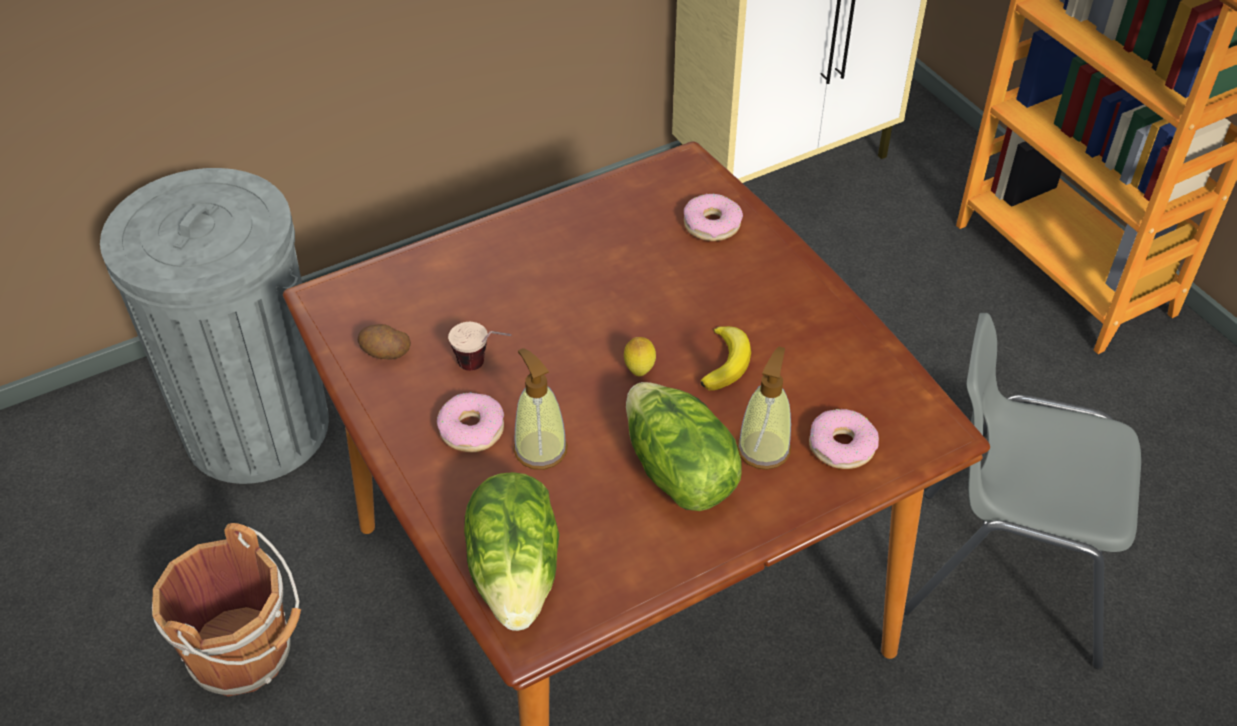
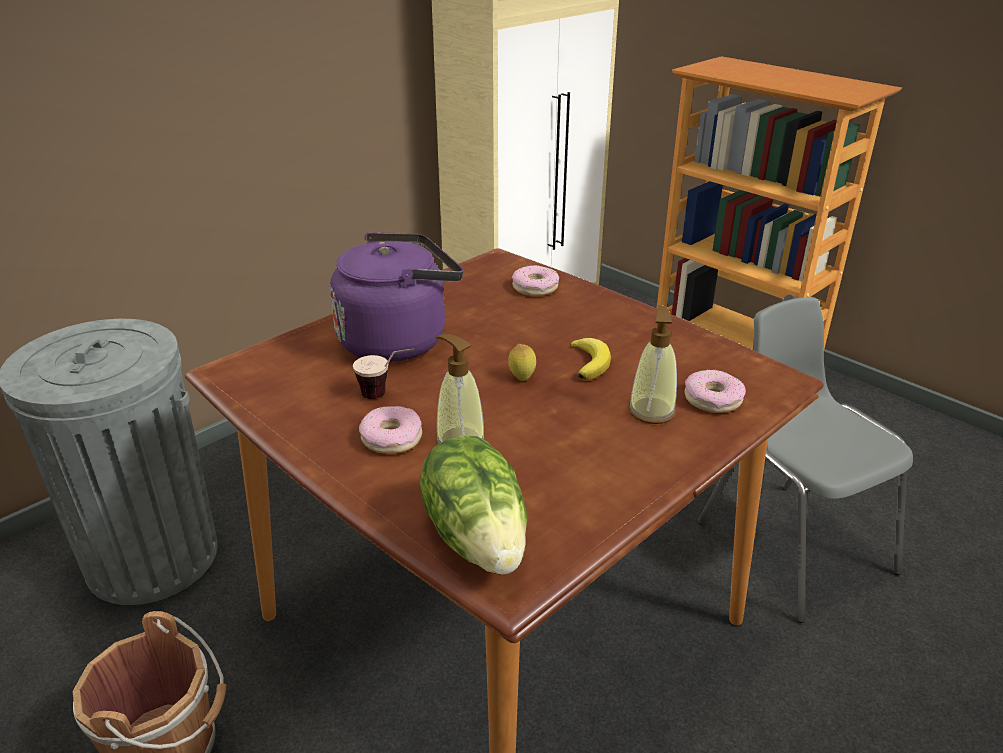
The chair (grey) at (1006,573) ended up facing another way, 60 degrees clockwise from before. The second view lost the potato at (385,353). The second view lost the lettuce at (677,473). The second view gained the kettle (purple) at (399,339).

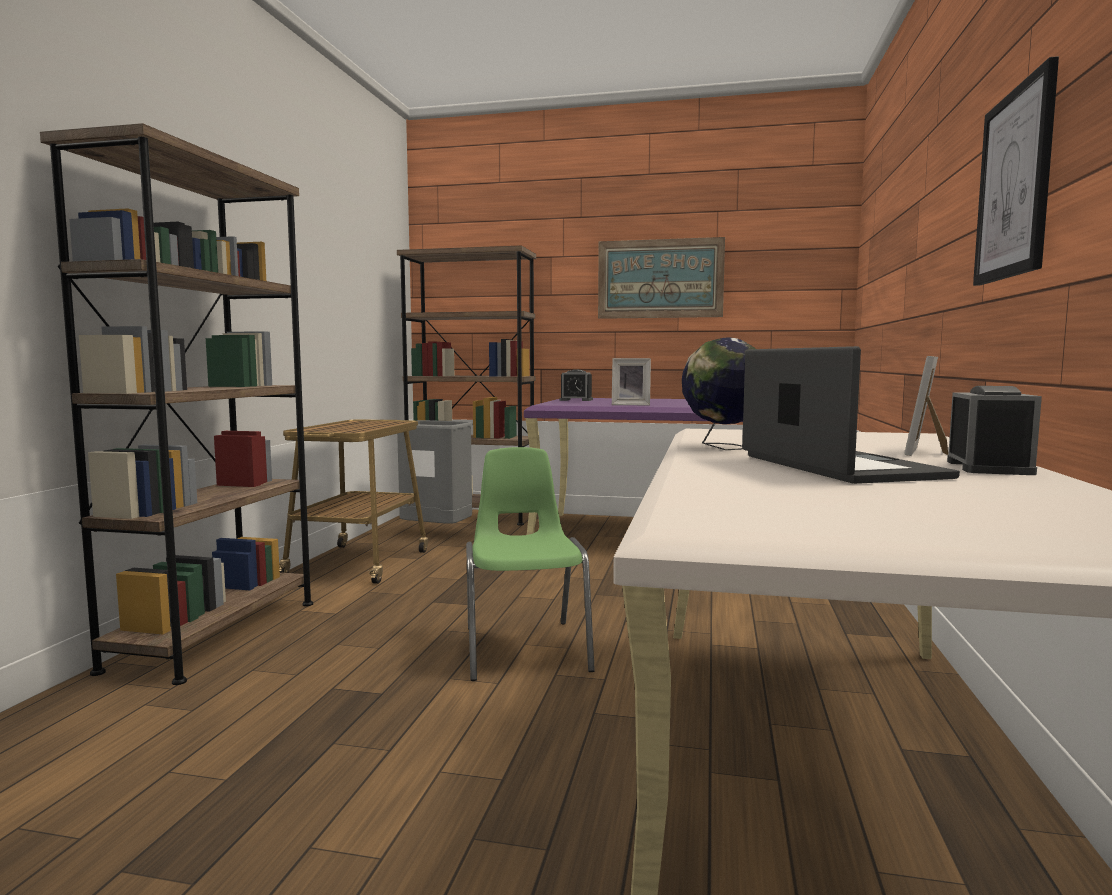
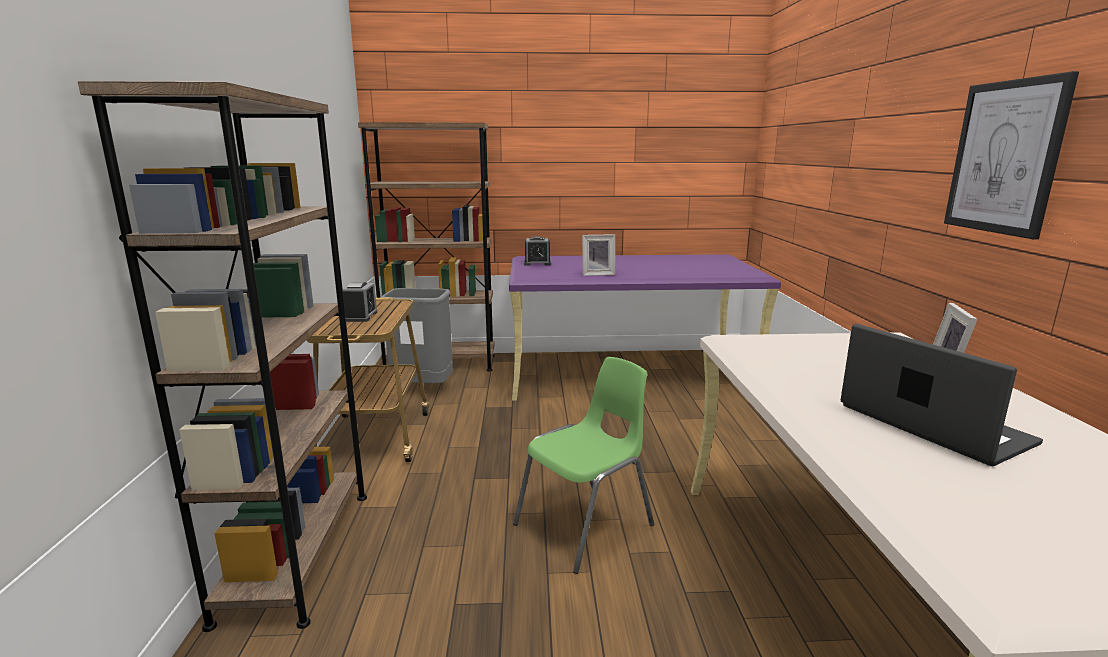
The second view lost the picture at (660,279). The second view lost the globe at (723,448). The alarm clock ended up elsewhere, having gone from (989,467) to (360,316). The chair (green) at (525,648) ended up facing another way, 75 degrees clockwise from before.

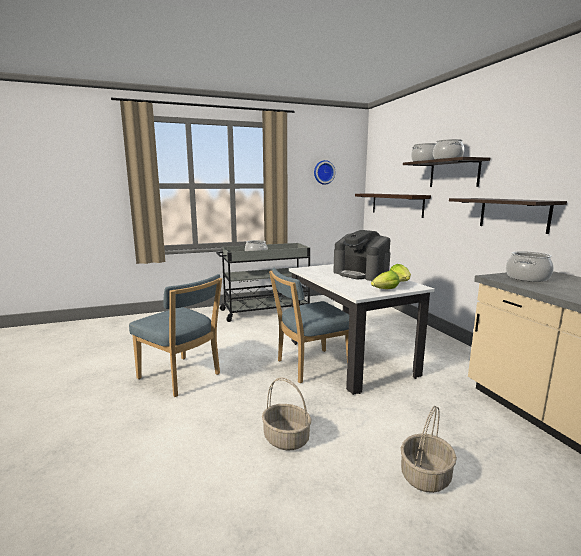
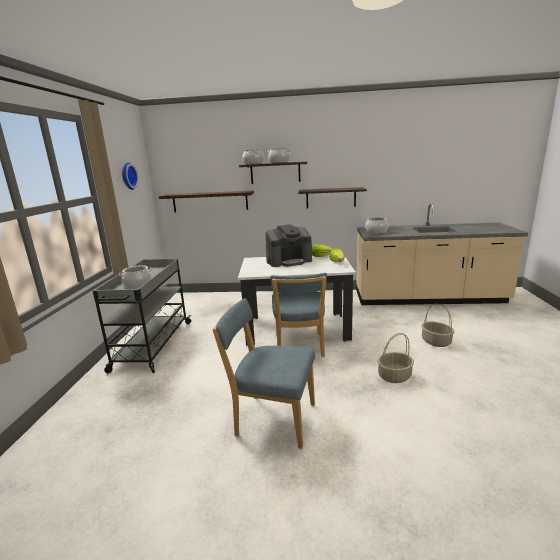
The chair (blue) at (181,377) ended up facing another way, 135 degrees counterclockwise from before.

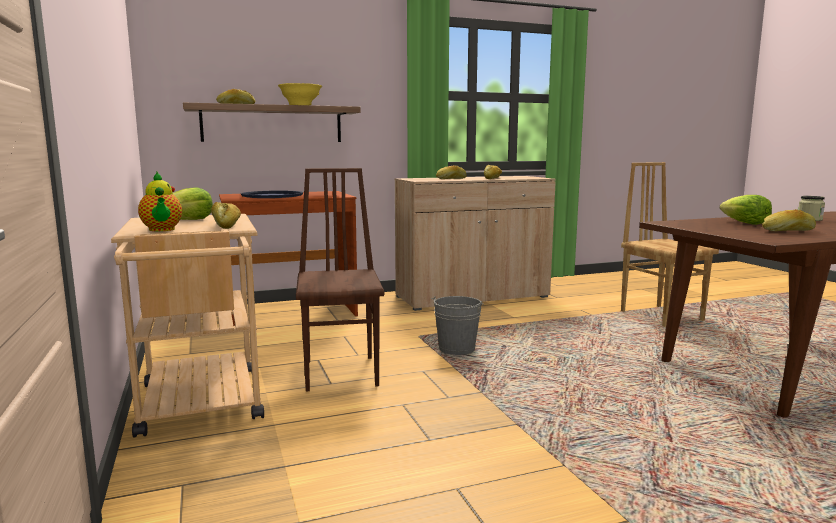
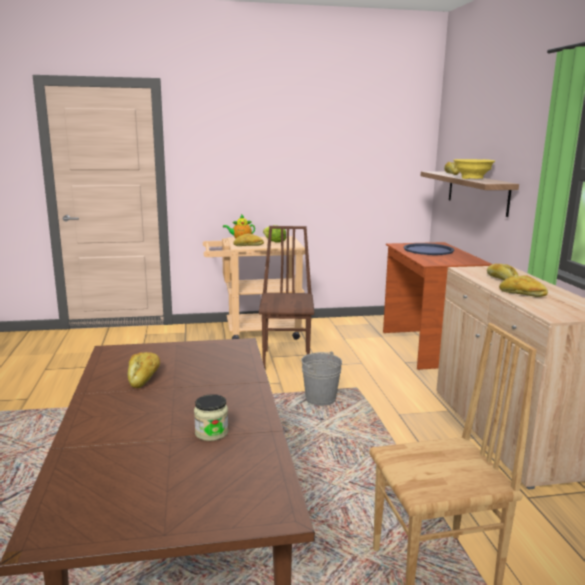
The chair (brown) at (342,372) ended up facing another way, 90 degrees counterclockwise from before. The second view lost the lettuce at (744,223).

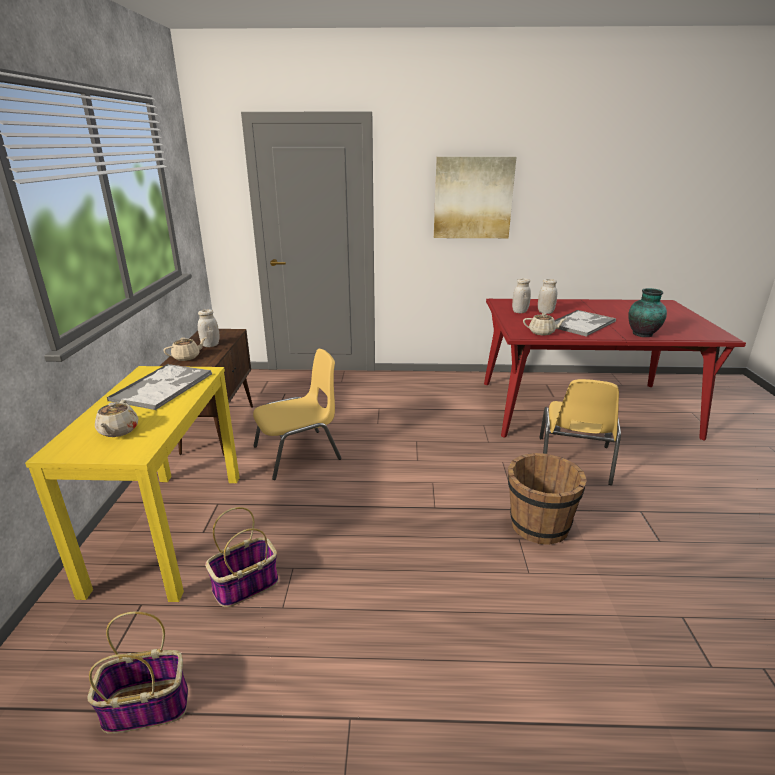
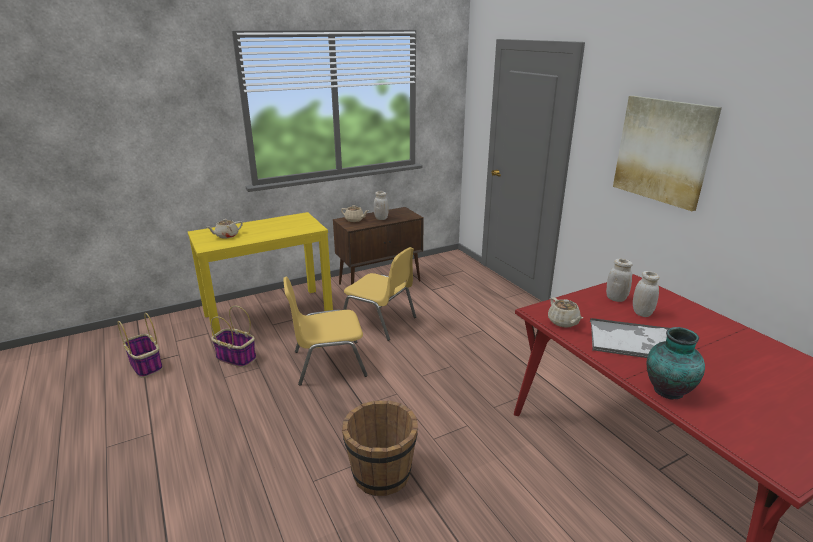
The second view lost the tray at (163,386). The chair (yellow) ended up elsewhere, having gone from (574,461) to (328,363).

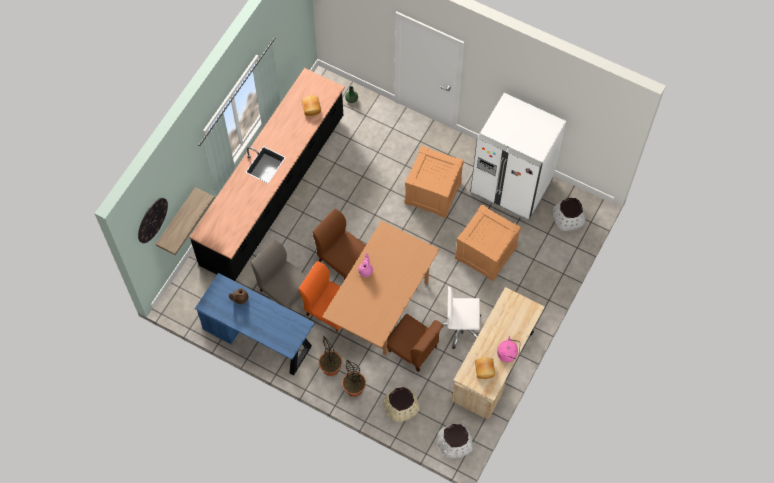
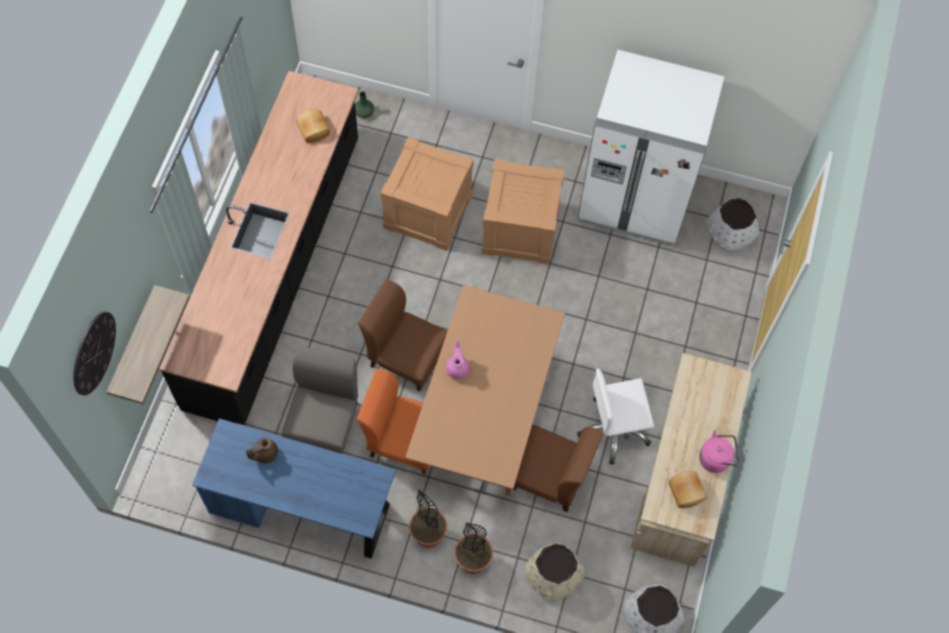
The crate ended up elsewhere, having gone from (486,253) to (428,212). The chair (grey) at (283,289) ended up facing another way, 75 degrees clockwise from before.

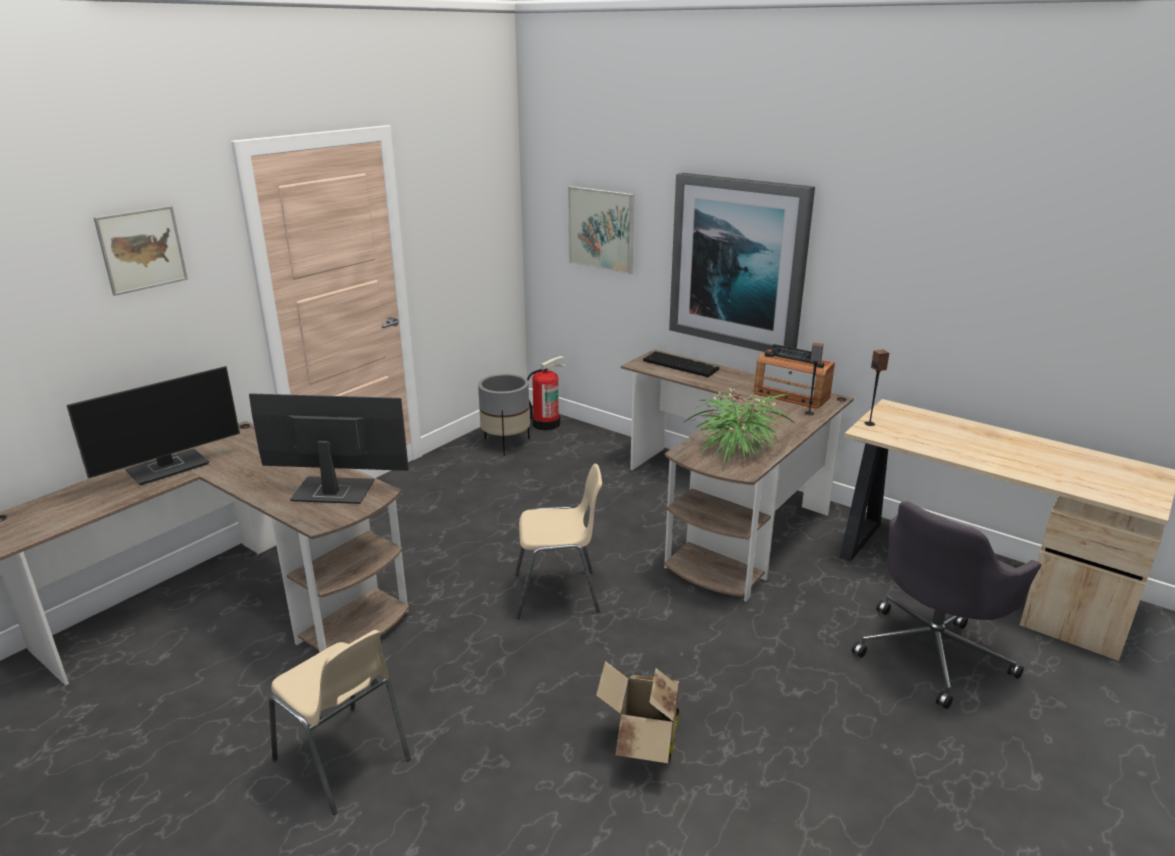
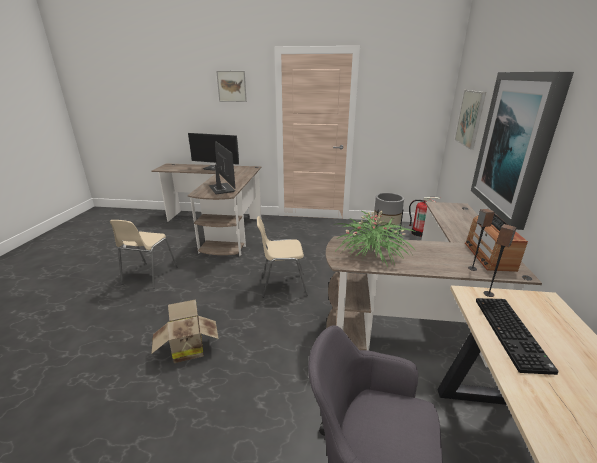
The keyboard ended up elsewhere, having gone from (682,365) to (512,334). The chair (beige) at (558,593) ended up facing another way, 120 degrees clockwise from before.

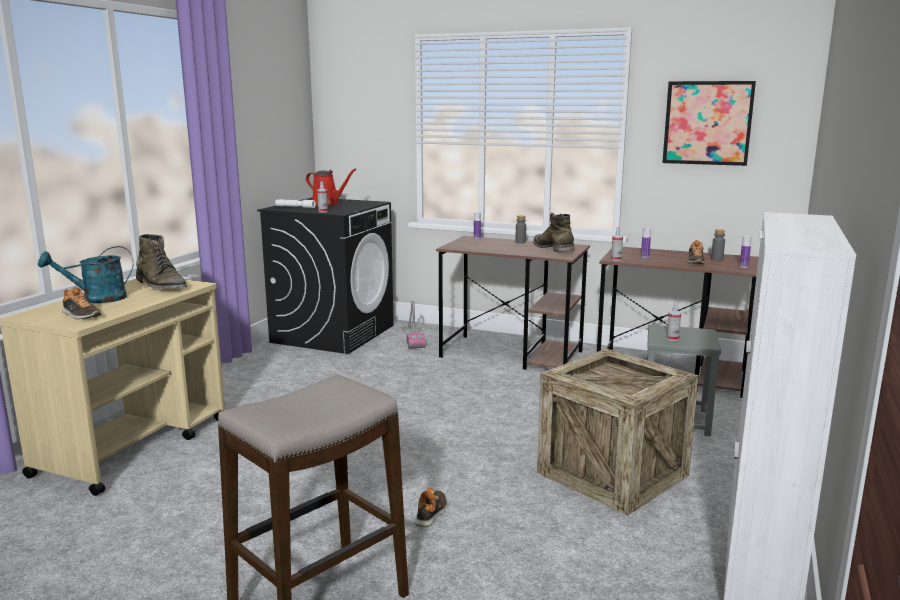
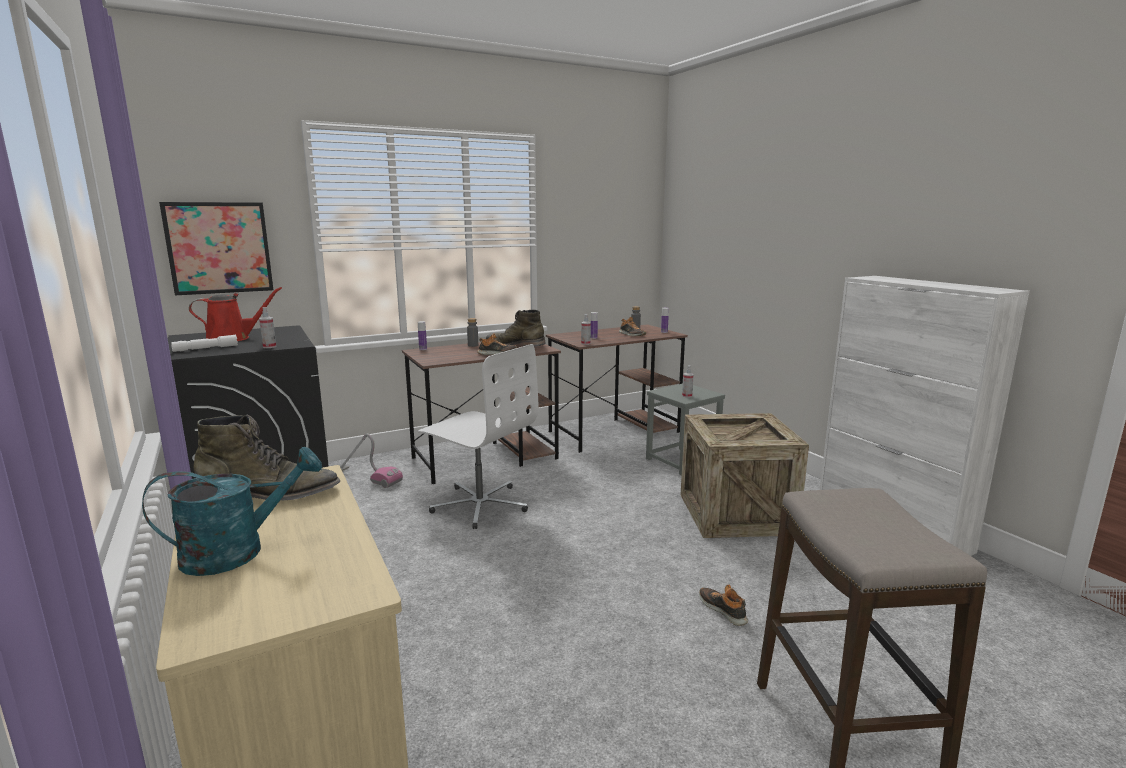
The picture ended up elsewhere, having gone from (707,123) to (219,248). The watering can (turquoise) at (96,299) ended up facing another way, 135 degrees counterclockwise from before. The shoe ended up elsewhere, having gone from (81,315) to (497,353). The second view gained the office chair (white) at (480,505).

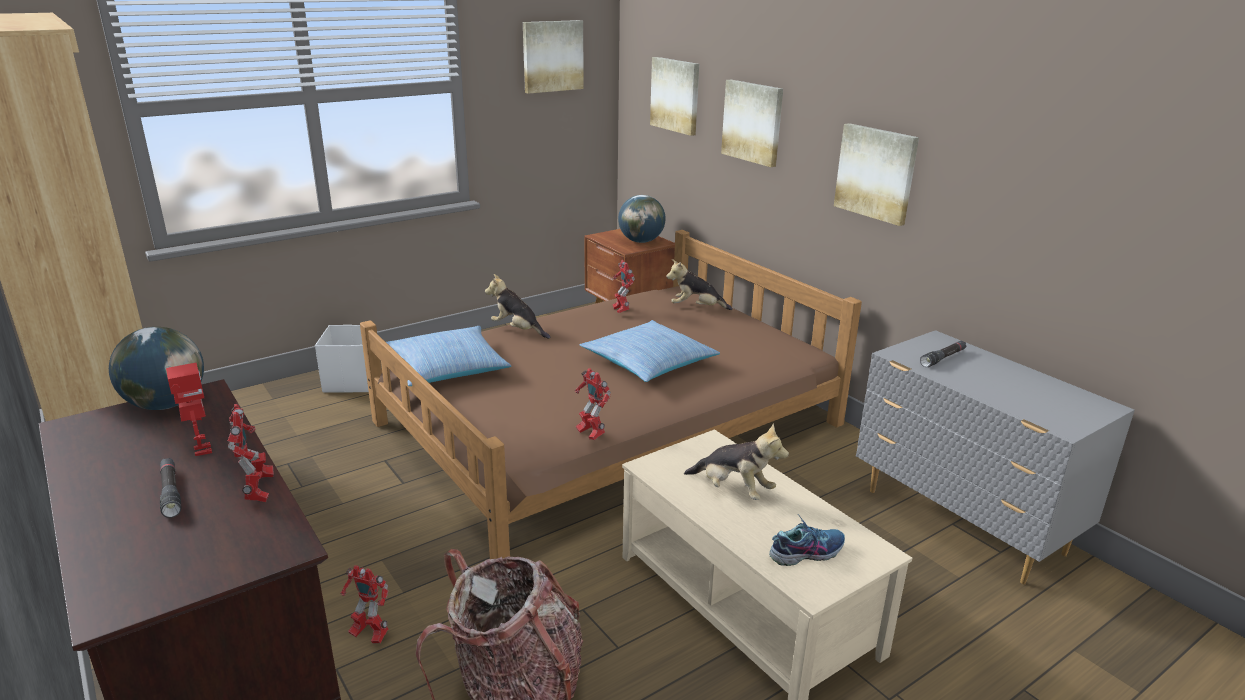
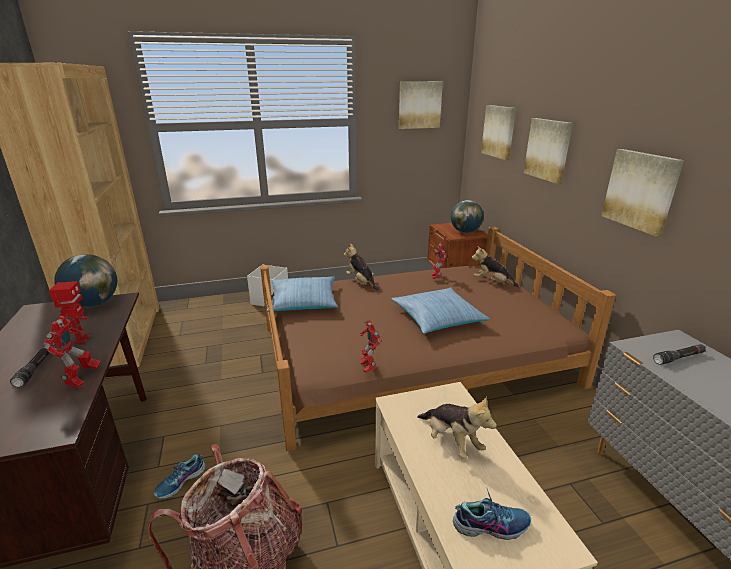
Where the toy robot stood at (368,634), the shoe came to stand at (181,482).

